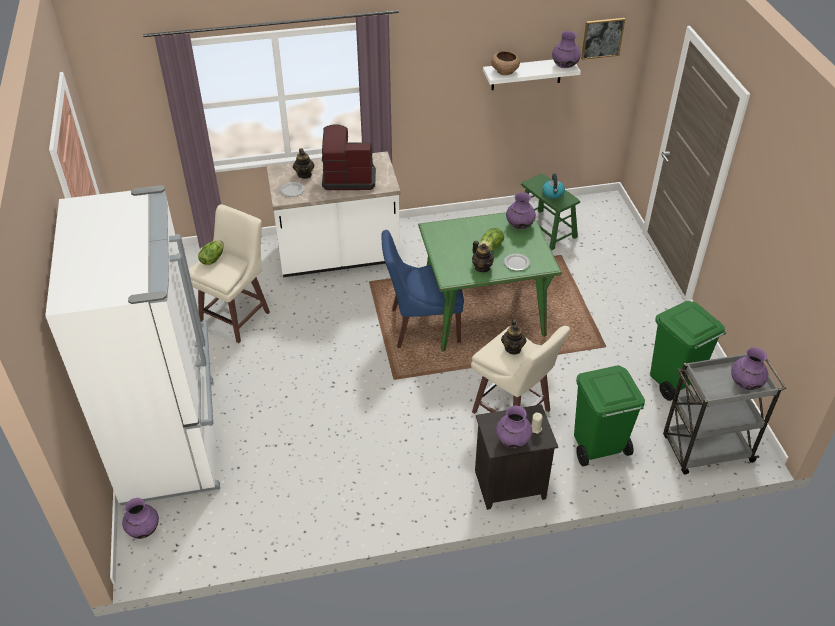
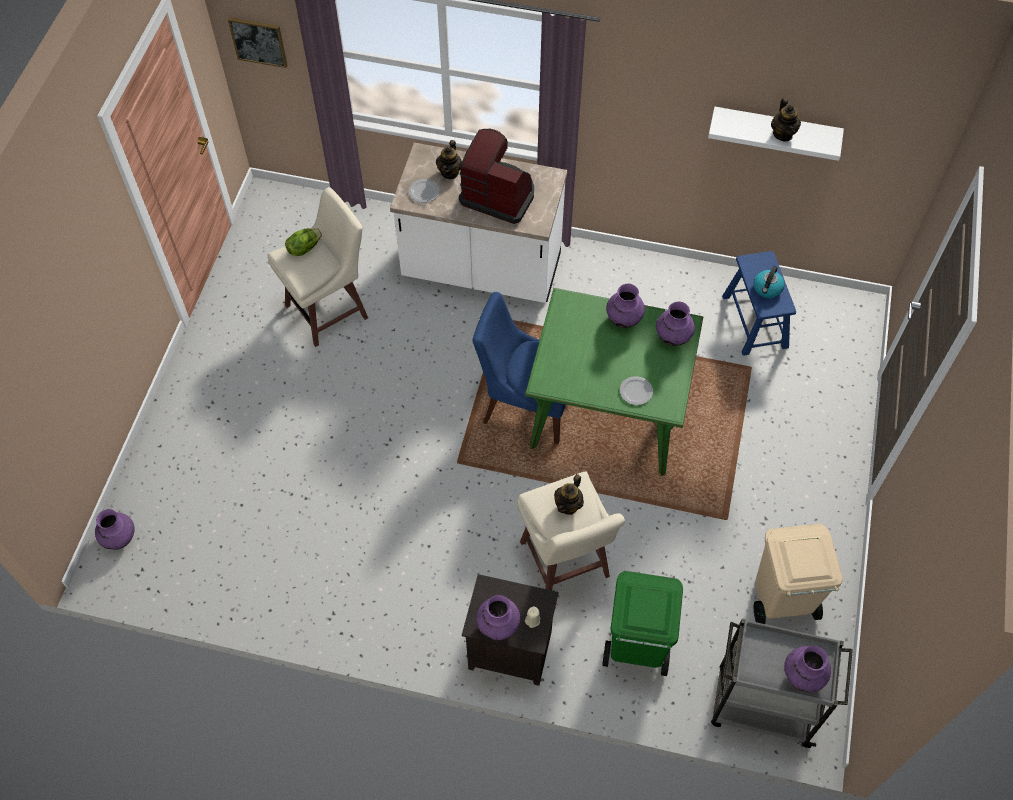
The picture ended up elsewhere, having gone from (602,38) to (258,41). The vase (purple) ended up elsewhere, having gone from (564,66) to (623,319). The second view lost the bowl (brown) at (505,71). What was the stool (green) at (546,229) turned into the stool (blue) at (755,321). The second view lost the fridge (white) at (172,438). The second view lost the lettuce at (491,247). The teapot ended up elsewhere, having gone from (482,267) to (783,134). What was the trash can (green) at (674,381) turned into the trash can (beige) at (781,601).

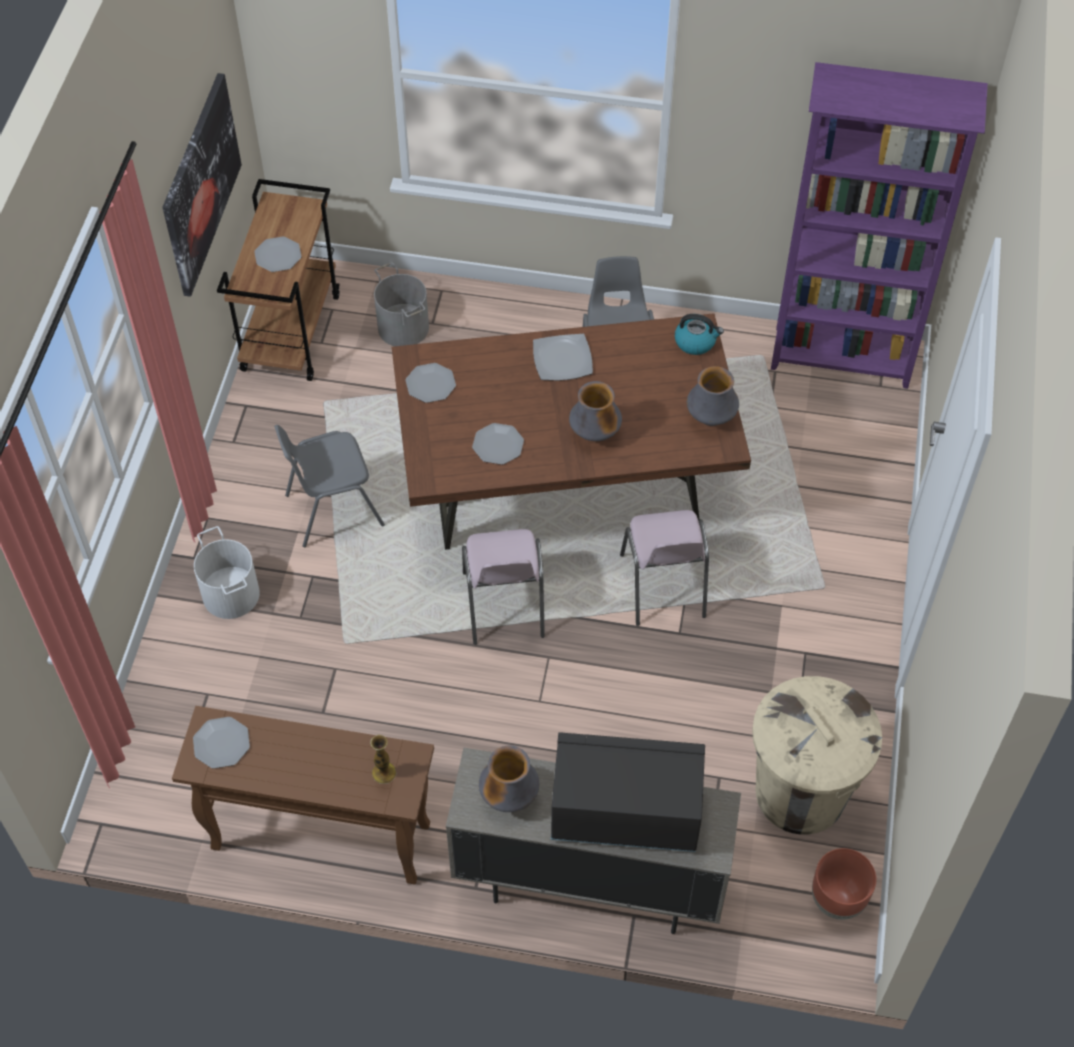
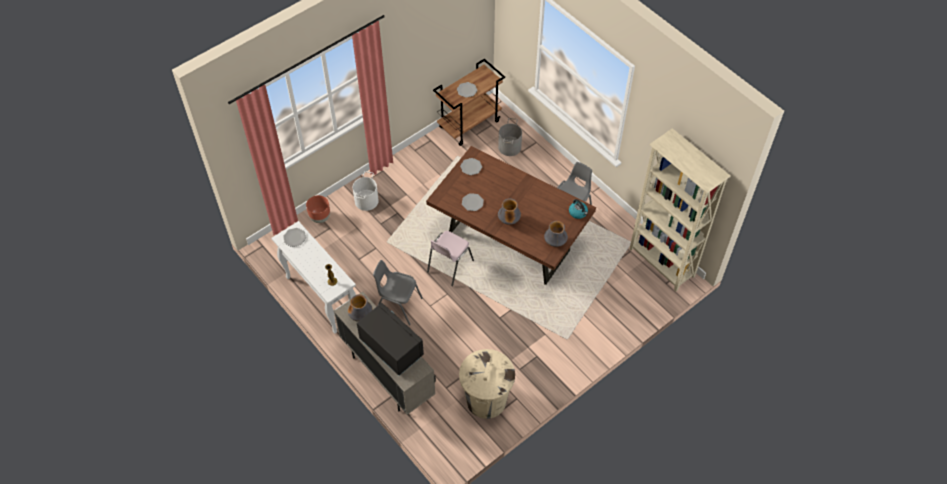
What was the bookcase (purple) at (842,358) turned into the bookcase (beige) at (661,263). The second view lost the picture at (200,184). The second view lost the plate at (562,359). The chair (grey) ended up elsewhere, having gone from (333,509) to (398,305). The second view lost the chair (pink) at (663,587). What was the console table (brown) at (319,837) turned into the console table (white) at (320,297). The planter (brown) ended up elsewhere, having gone from (837,900) to (320,218).

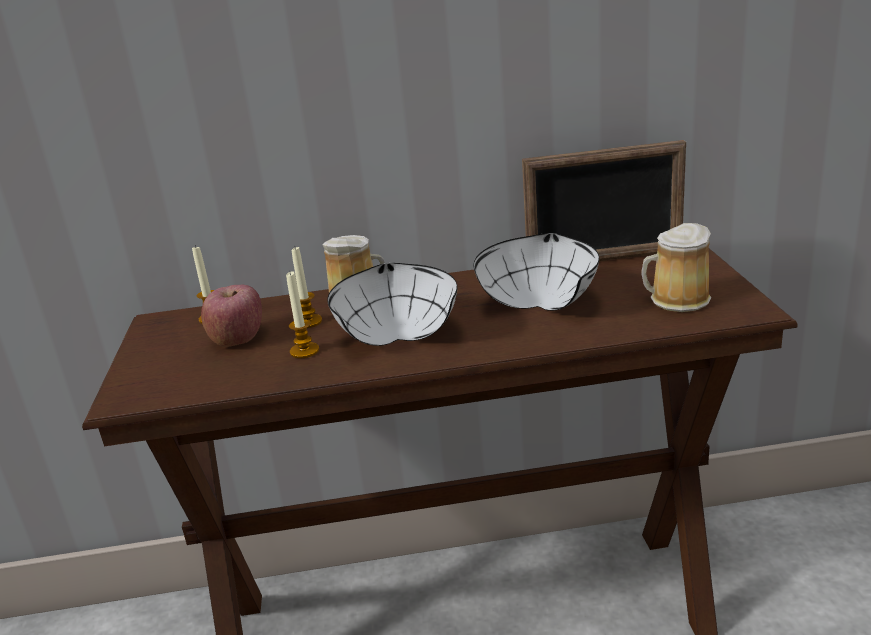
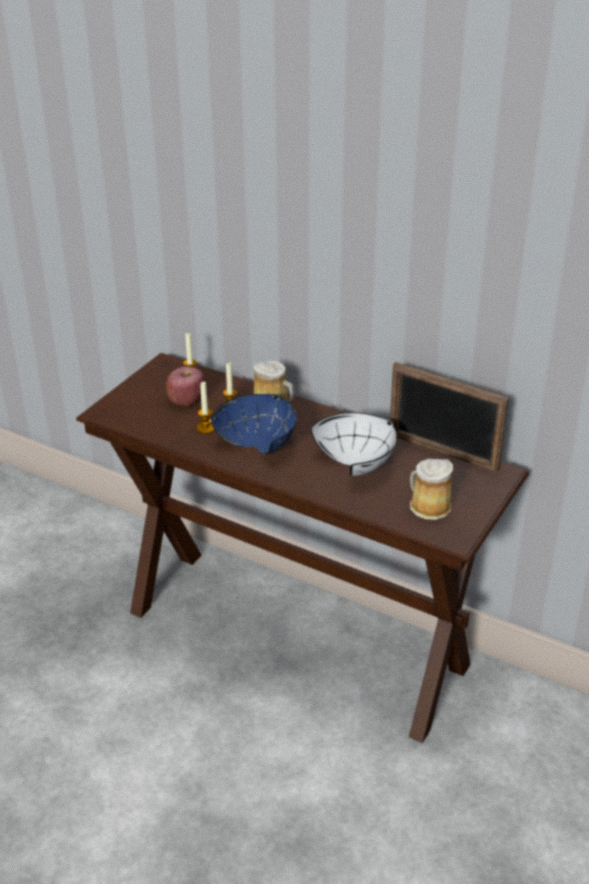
What was the bowl (white) at (395,333) turned into the bowl (blue) at (259,442).

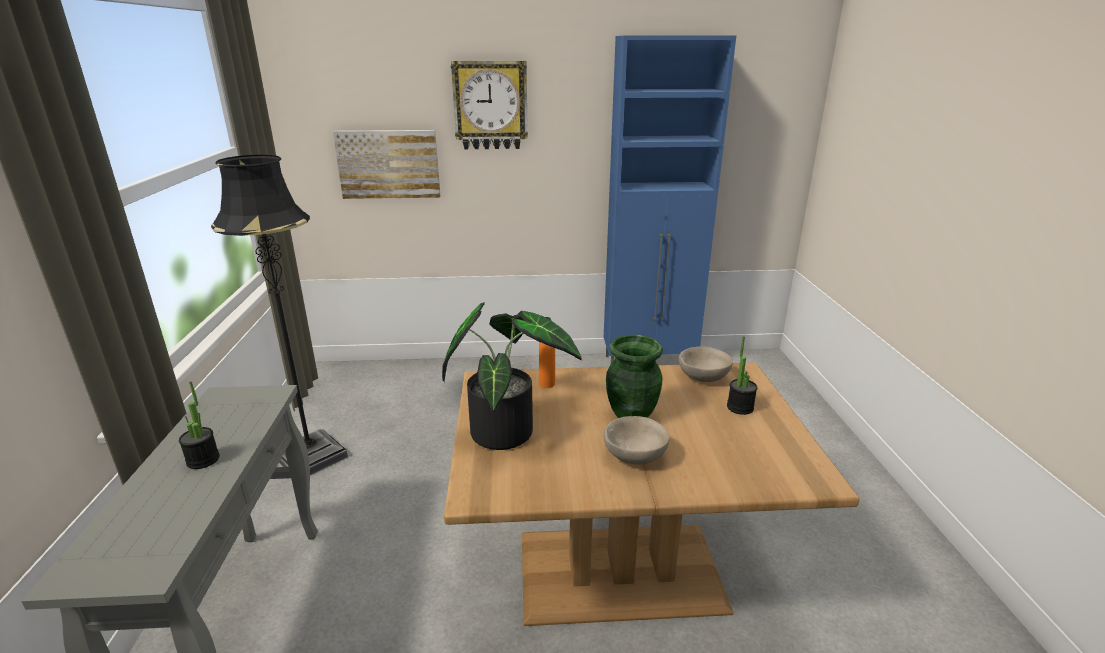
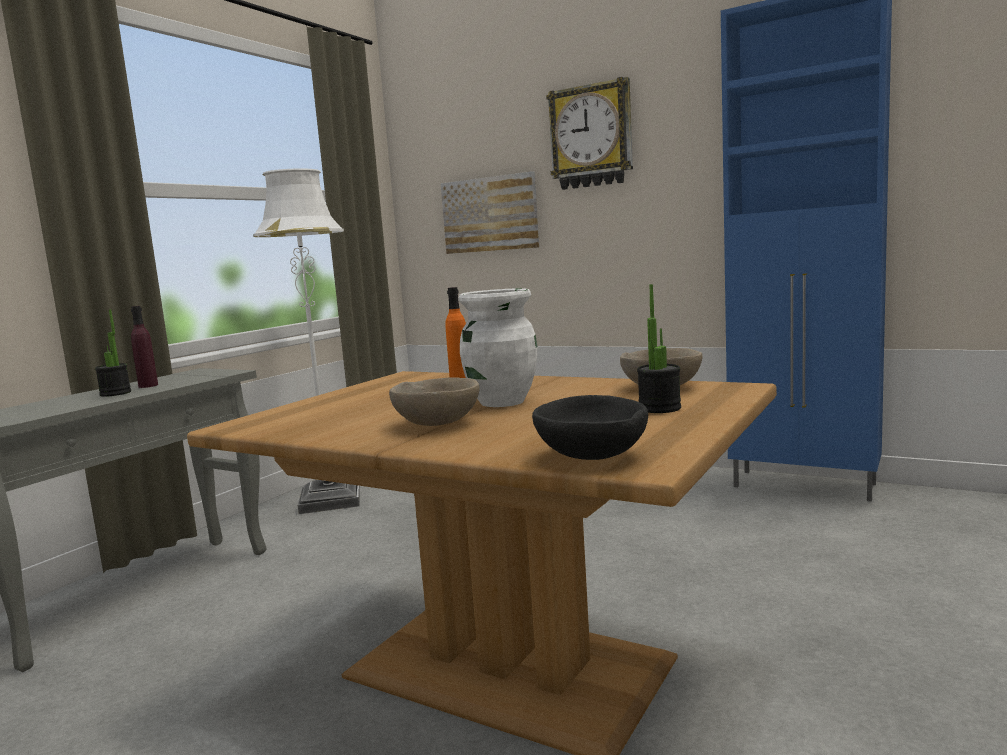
What was the floor lamp (black) at (310,457) turned into the floor lamp (white) at (330,500). The second view lost the potted plant at (507,429). What was the vase (green) at (631,414) turned into the vase (white) at (502,402). The second view gained the bottle (purple) at (148,386). The second view gained the bowl (black) at (590,456).

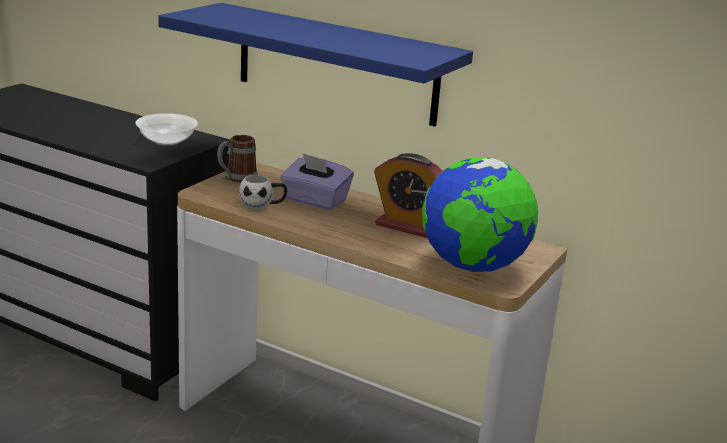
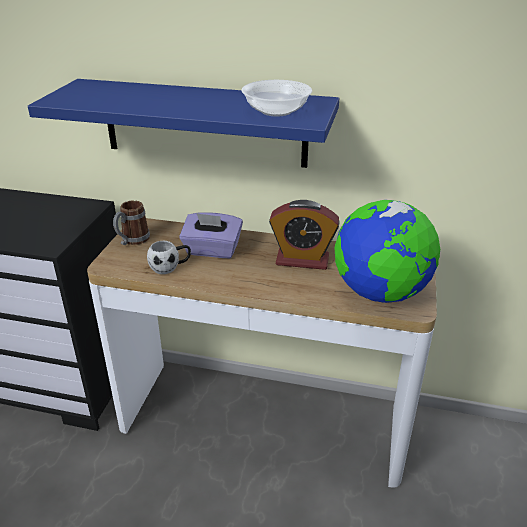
The bowl ended up elsewhere, having gone from (166,141) to (276,111).

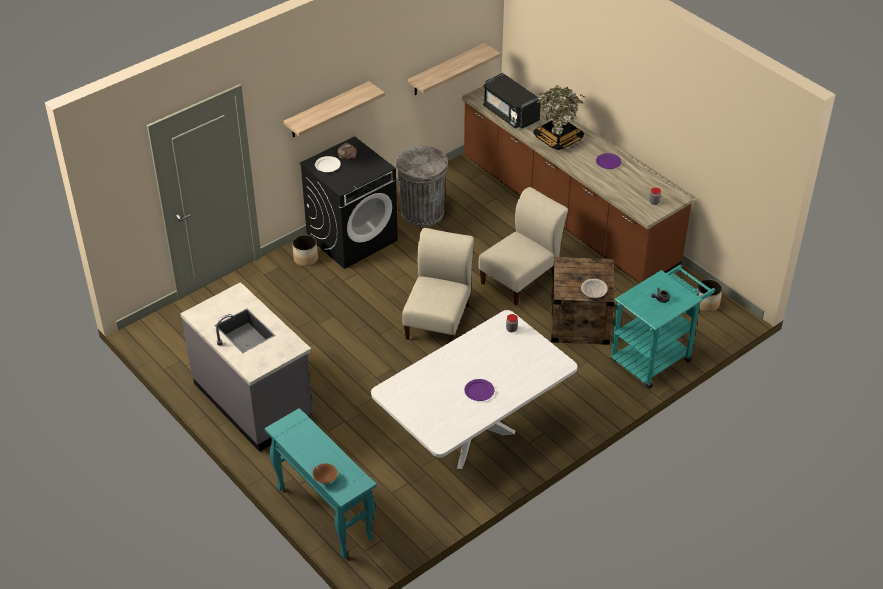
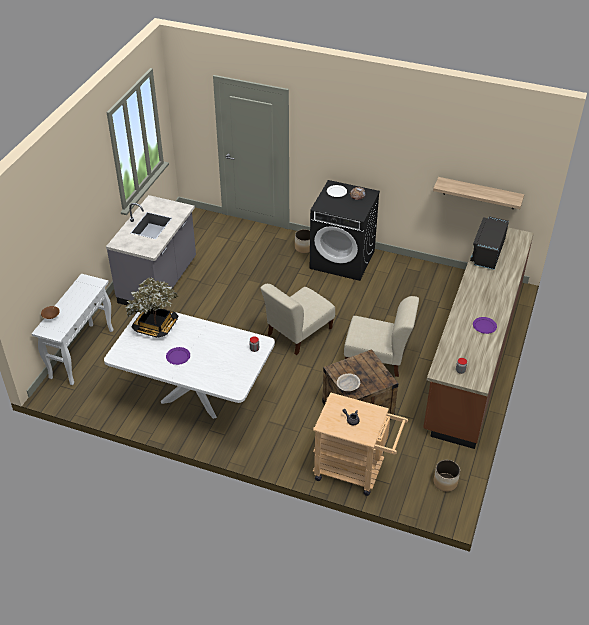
The second view lost the shelf at (327,110). The potted plant ended up elsewhere, having gone from (558,139) to (156,326). The second view lost the trash can (grey) at (422,212). The chair (beige) at (438,319) ended up facing another way, 150 degrees clockwise from before. What was the cart (turquoise) at (655,356) turned into the cart (beige) at (355,471). What was the console table (turquoise) at (323,513) turned into the console table (white) at (82,353).

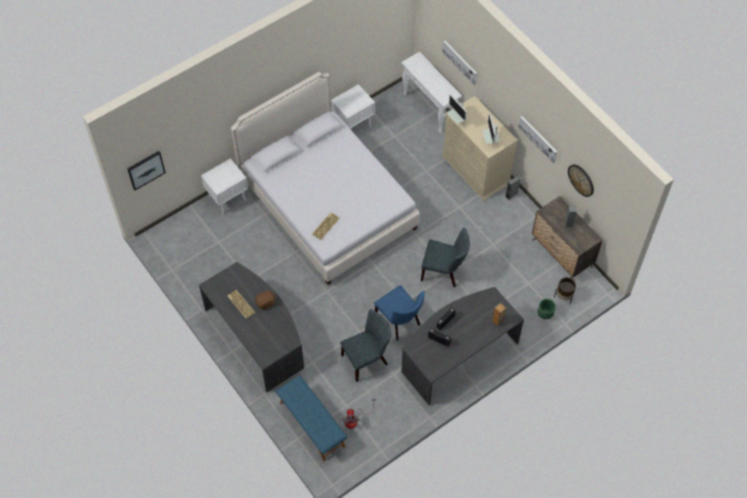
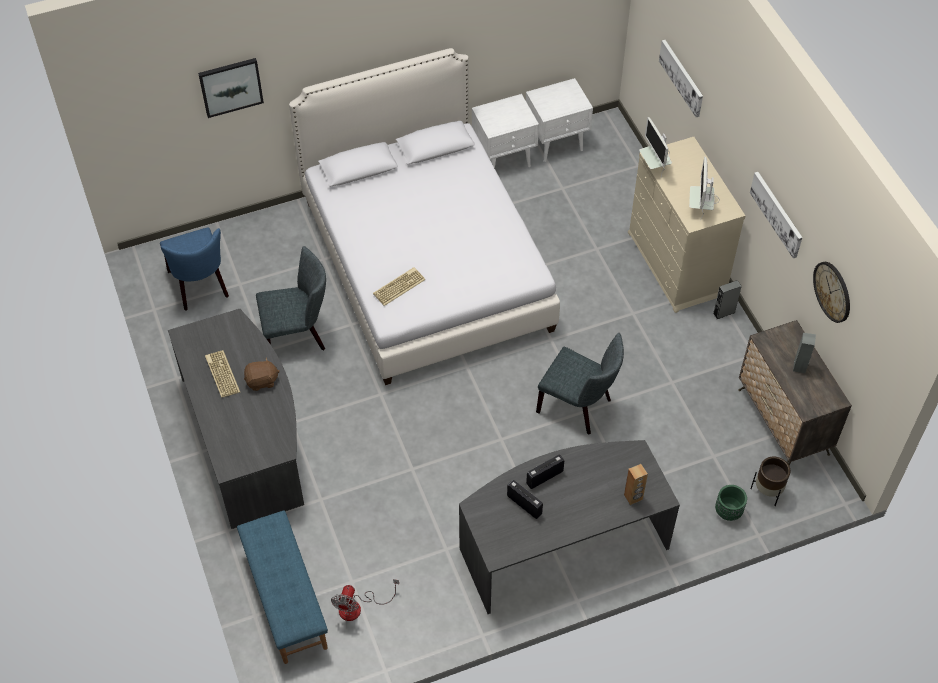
The second view lost the console table (white) at (429,109). The picture ended up elsewhere, having gone from (146,169) to (231,86). The nightstand (white) ended up elsewhere, having gone from (228,198) to (557,142). The chair (blue) ended up elsewhere, having gone from (399,322) to (200,286). The chair (grey) ended up elsewhere, having gone from (367,359) to (298,335).

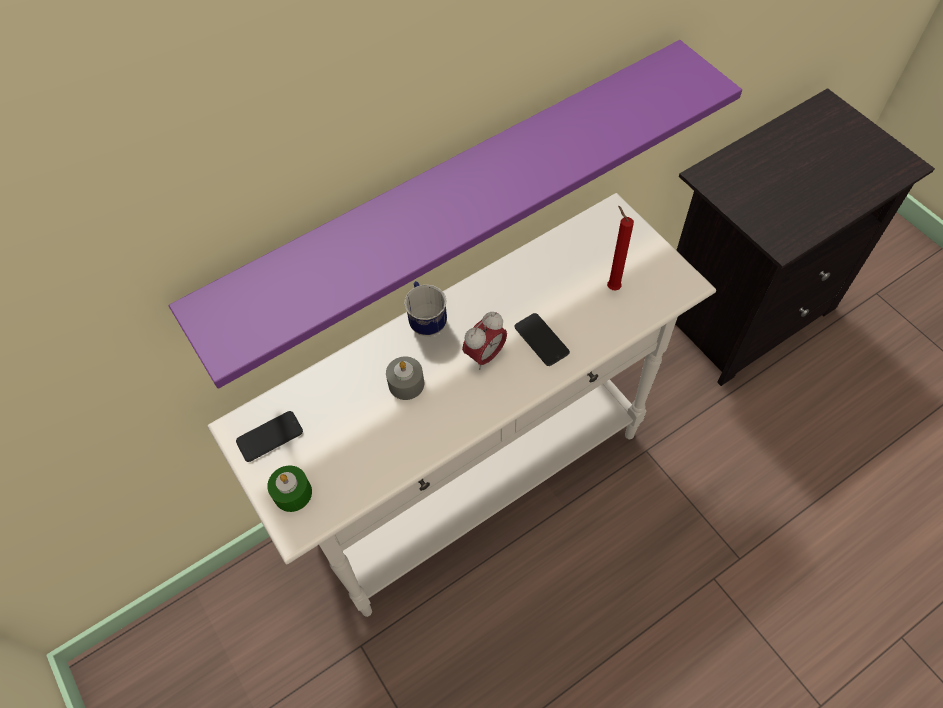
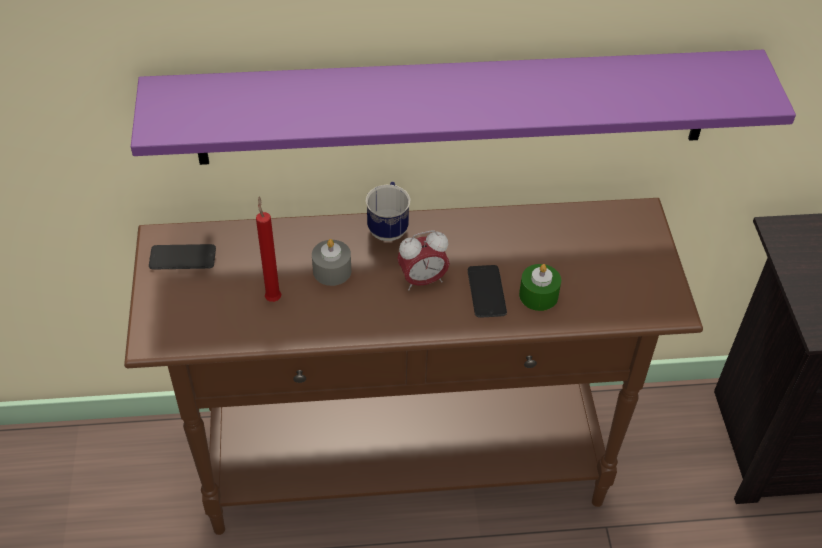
What was the console table (white) at (479,481) turned into the console table (brown) at (407,466). The candle (red) ended up elsewhere, having gone from (611,286) to (273,297). The candle (green) ended up elsewhere, having gone from (292,493) to (538,295).

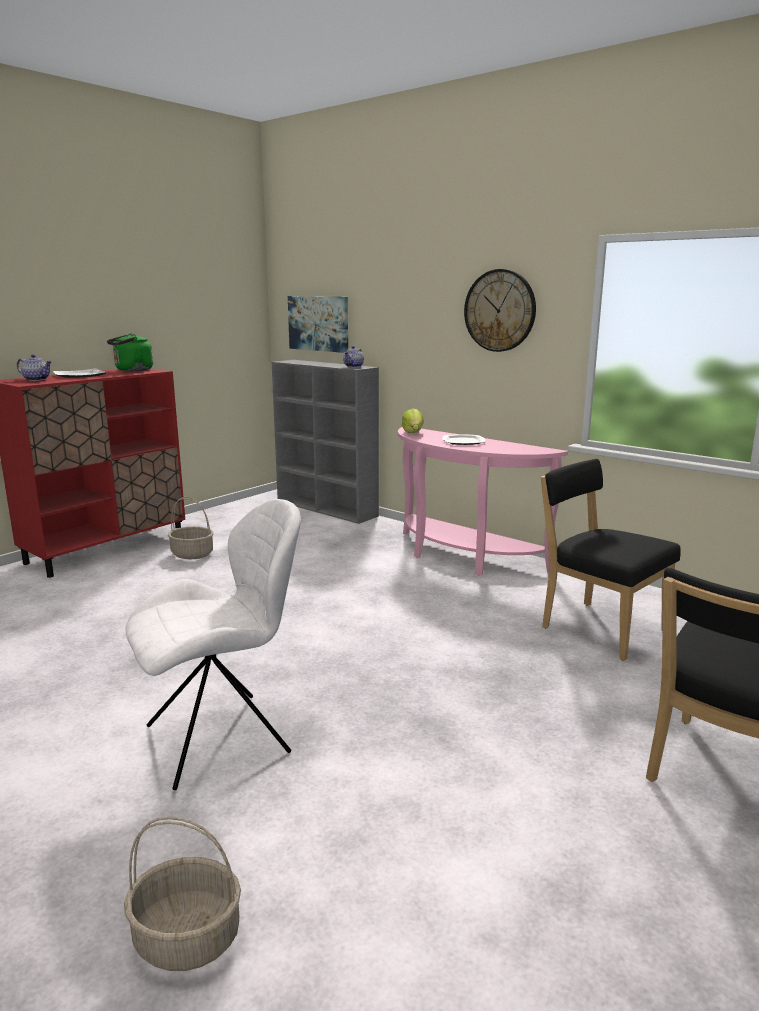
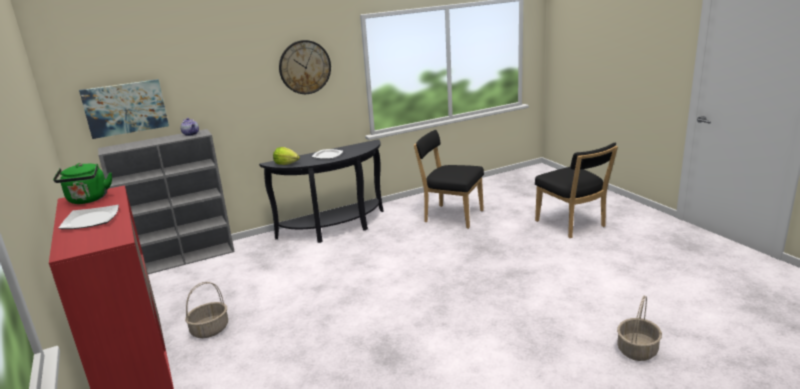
The second view lost the teapot at (37,379). What was the console table (pink) at (461,558) turned into the console table (black) at (336,229). The chair (black) at (598,627) ended up facing another way, 45 degrees clockwise from before. The second view lost the chair (white) at (223,737).

